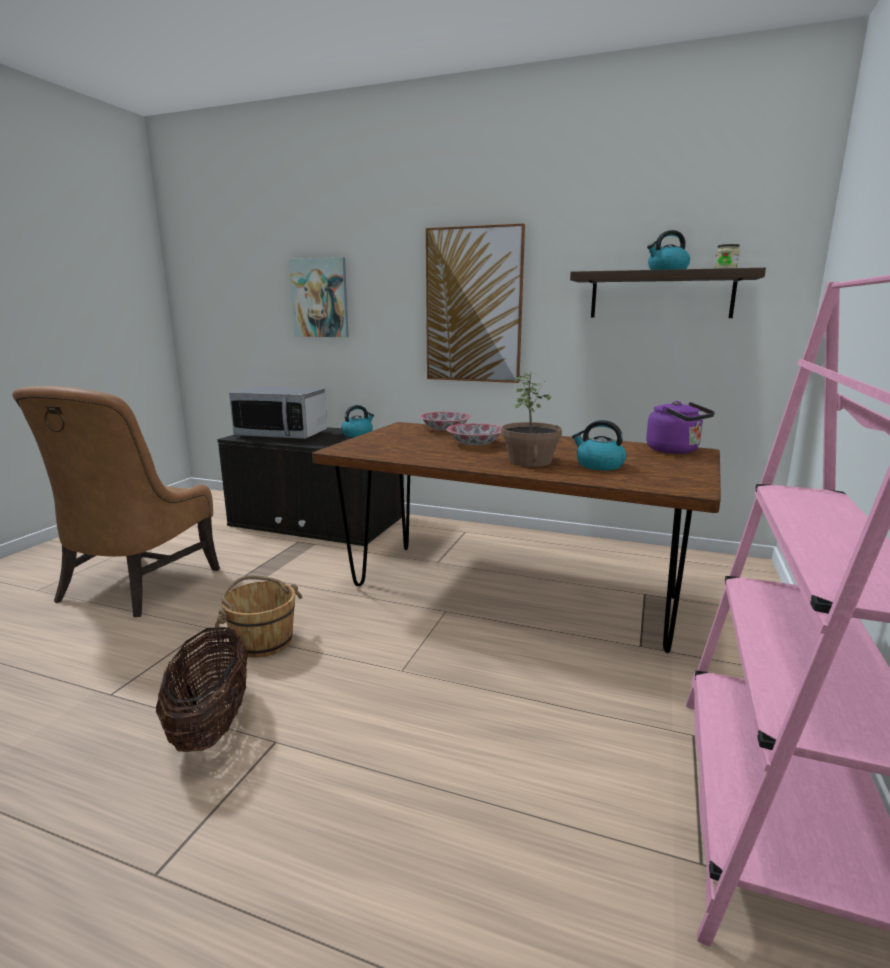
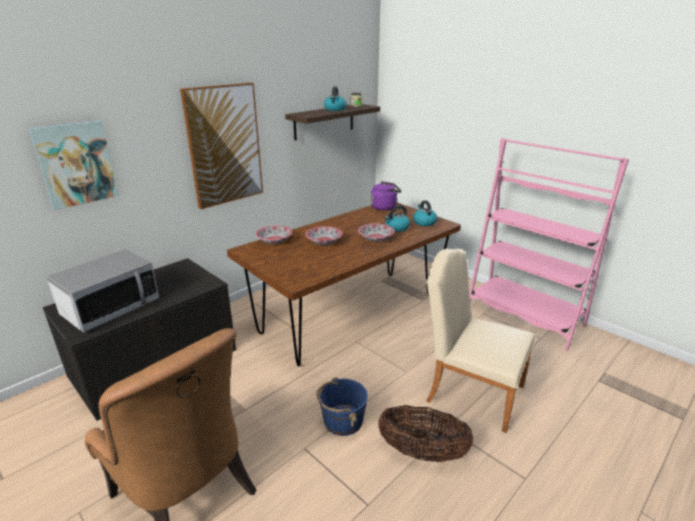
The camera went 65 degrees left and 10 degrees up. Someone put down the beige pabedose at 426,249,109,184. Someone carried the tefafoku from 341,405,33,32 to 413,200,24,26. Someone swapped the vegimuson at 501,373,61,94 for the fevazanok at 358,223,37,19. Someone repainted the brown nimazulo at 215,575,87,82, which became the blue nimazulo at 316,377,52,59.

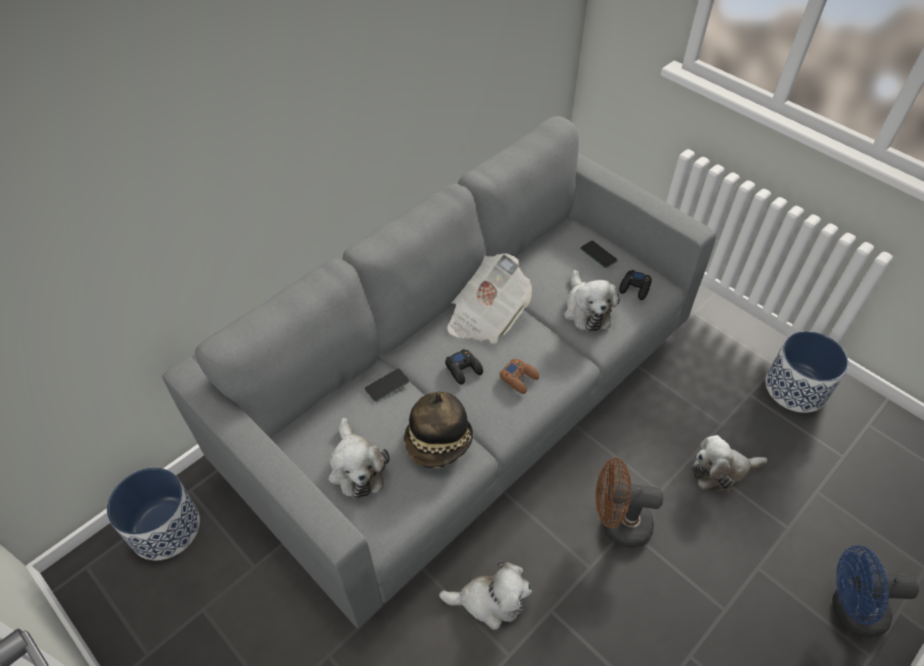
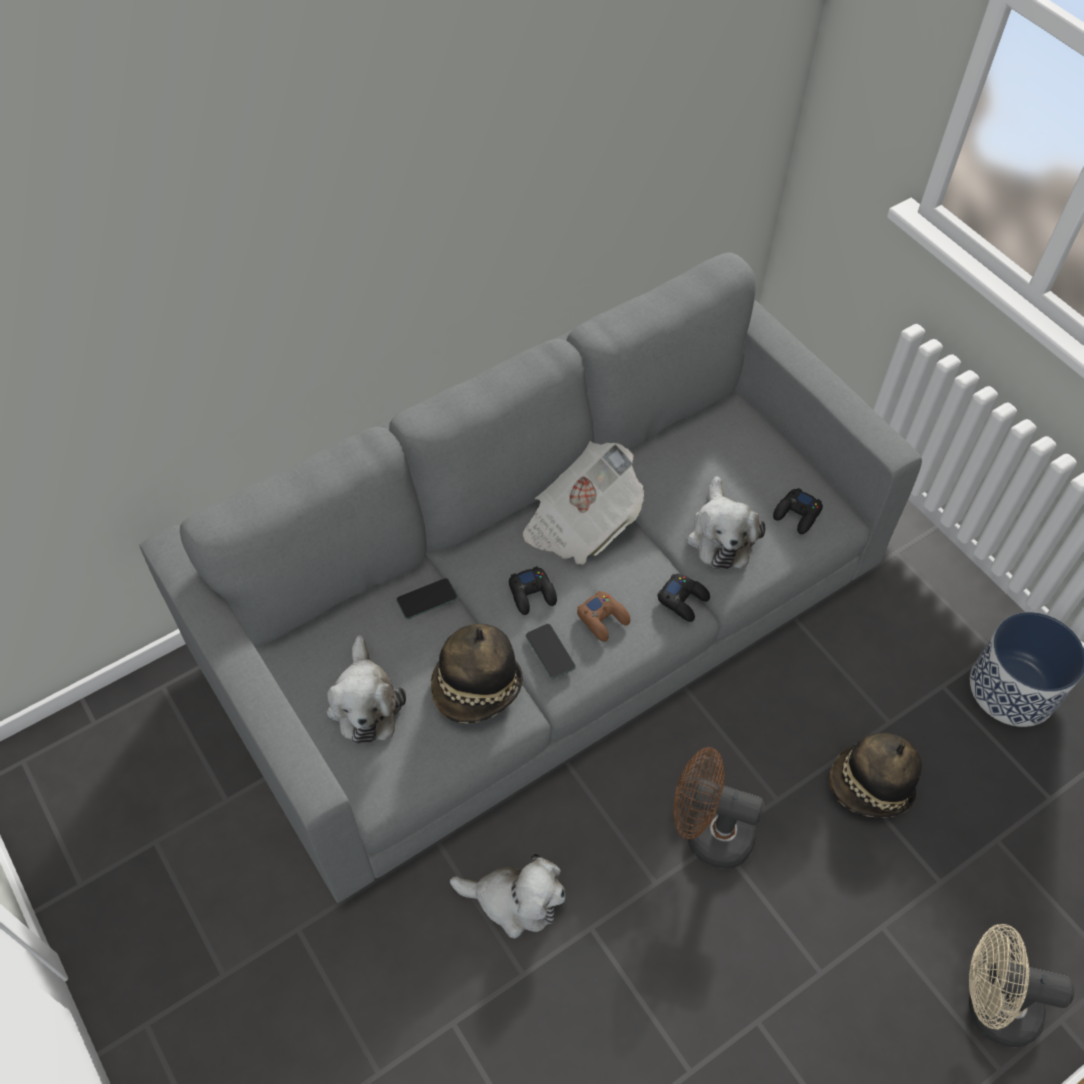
The camera went 10 degrees right and 5 degrees up. Someone took away the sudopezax at 107,468,93,93. Someone put down the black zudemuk at 657,574,53,48. Someone carried the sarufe from 580,241,38,27 to 526,624,50,55. Someone swapped the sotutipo at 691,435,76,58 for the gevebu at 830,733,92,85. Someone repainted the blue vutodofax at 832,545,87,93, which became the beige vutodofax at 969,924,105,123.

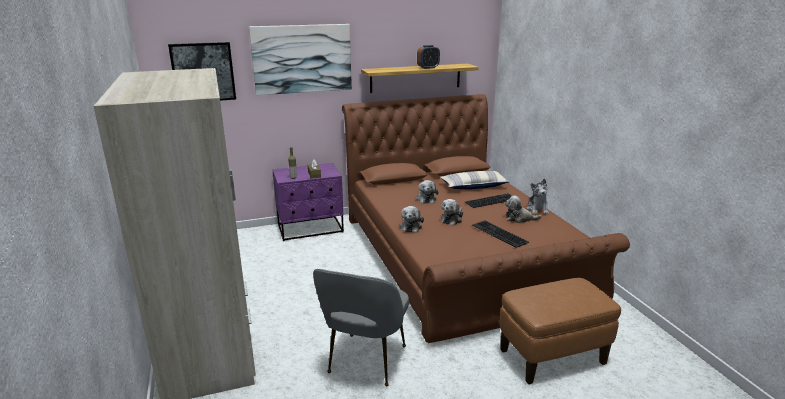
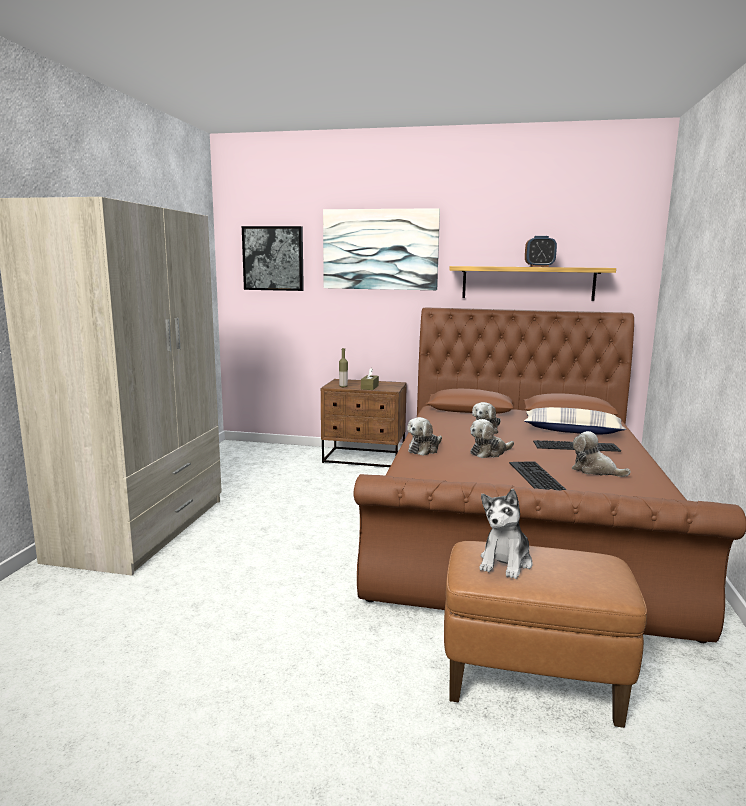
The camera went 30 degrees right and 10 degrees down. Someone took away the grey pabedose at 313,269,96,117. Someone carried the sotutipo from 526,179,23,35 to 479,489,54,90. Someone repainted the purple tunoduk at 273,163,71,78, which became the brown tunoduk at 321,379,86,88.

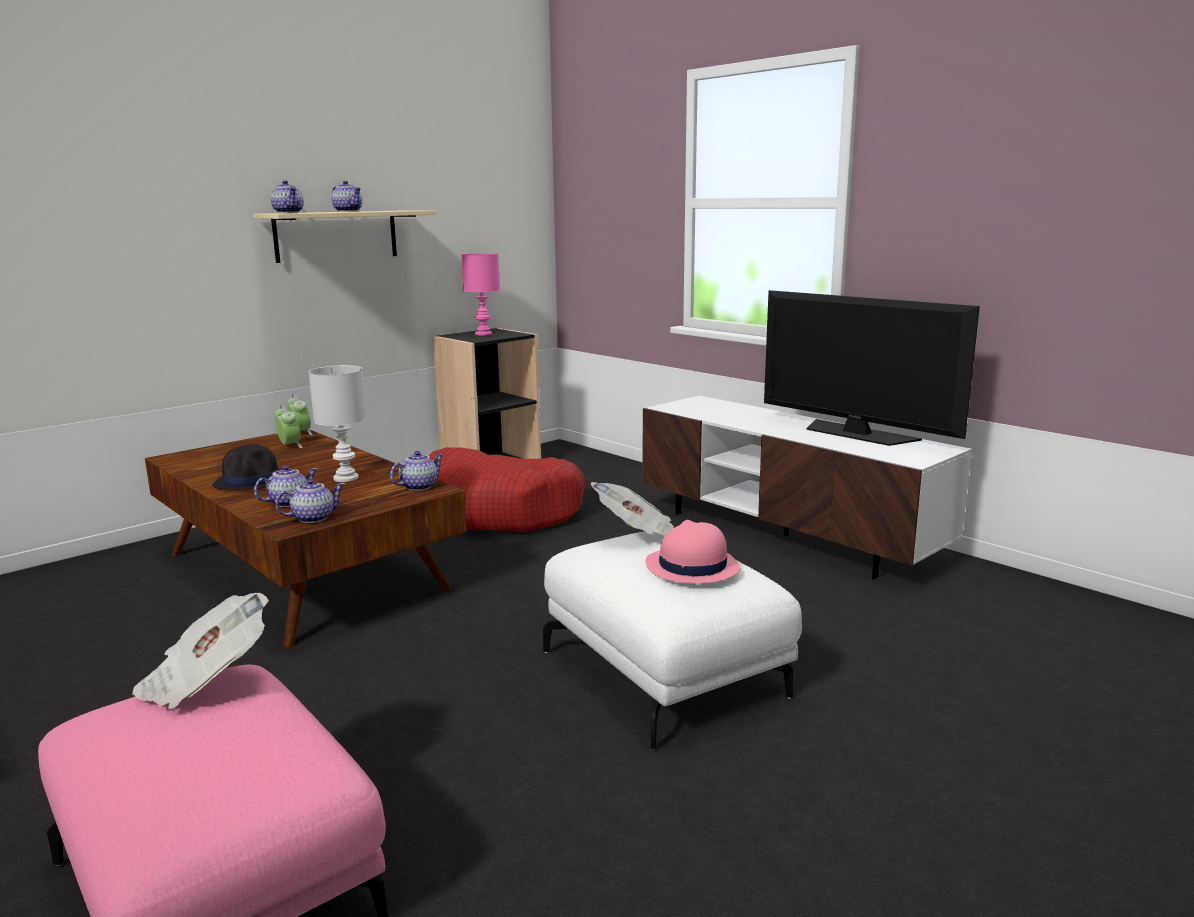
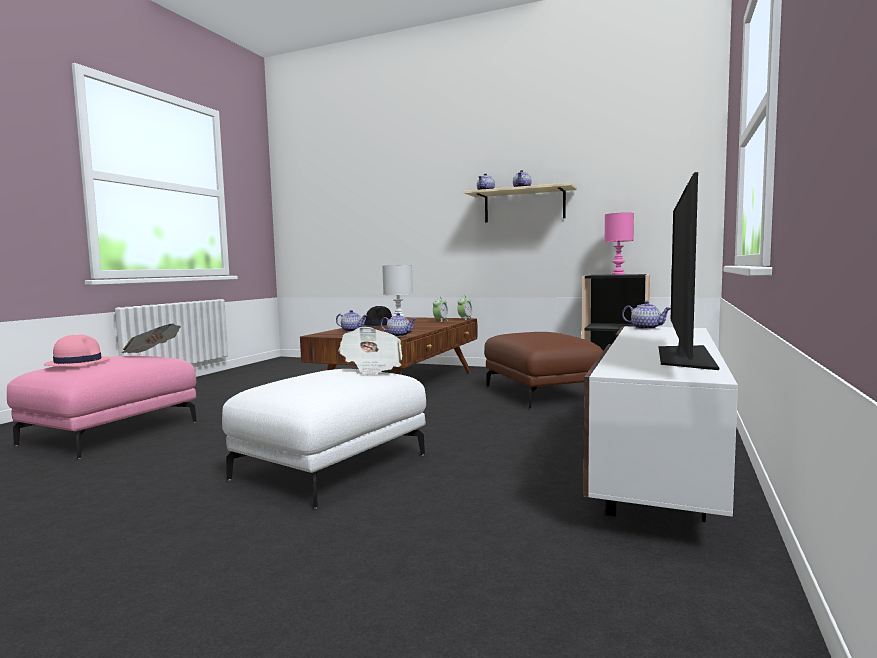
The camera went 65 degrees right and 10 degrees down. Someone carried the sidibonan from 275,479,70,44 to 622,301,49,28. Someone carried the pink gevebu from 645,520,96,64 to 44,335,67,32. Someone swapped the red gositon at 427,447,158,85 for the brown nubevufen at 484,332,119,77.

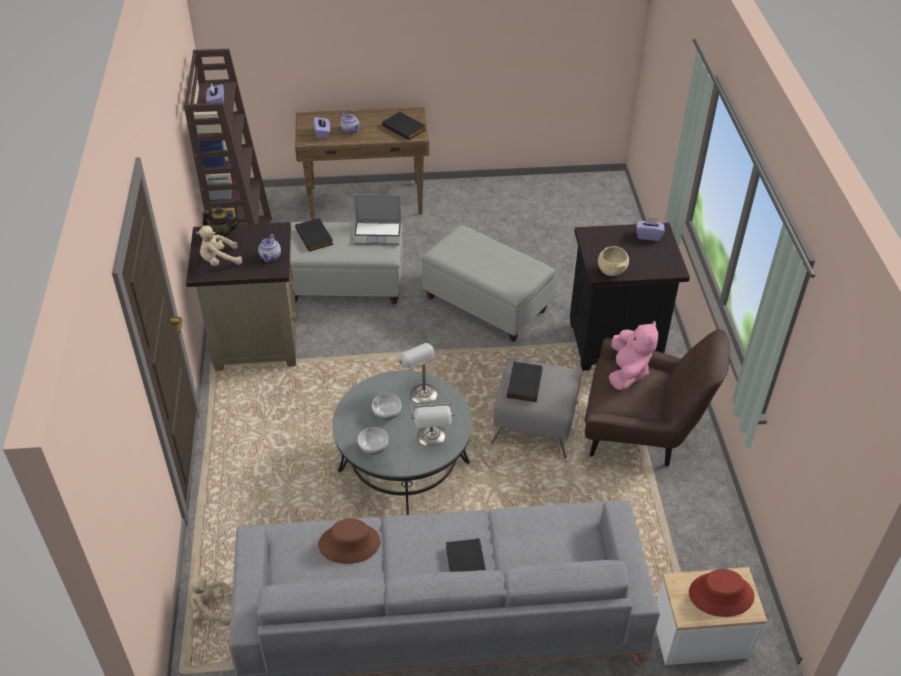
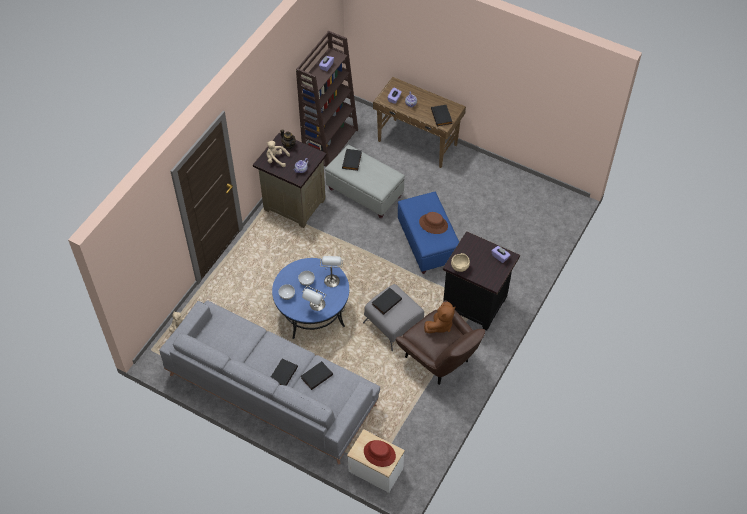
The camera went 35 degrees right and 10 degrees up. Someone took away the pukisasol at 353,194,48,51. Someone put down the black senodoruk at 301,361,32,29. Someone carried the brown gevebu from 318,518,62,46 to 419,212,29,22. Someone repainted the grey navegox at 332,370,140,145, which became the blue navegox at 272,258,77,81. Someone repainted the grey nubevufen at 421,225,134,117, which became the blue nubevufen at 398,192,61,82. Someone repainted the pink sotutipo at 609,320,49,70, which became the brown sotutipo at 424,302,32,31.

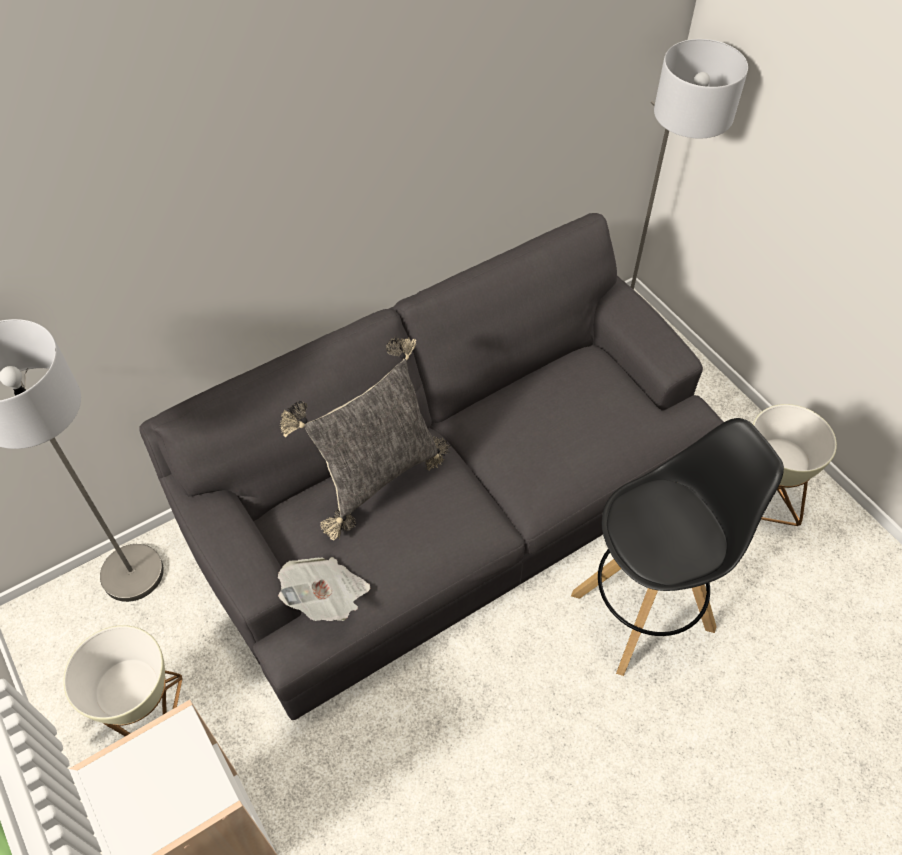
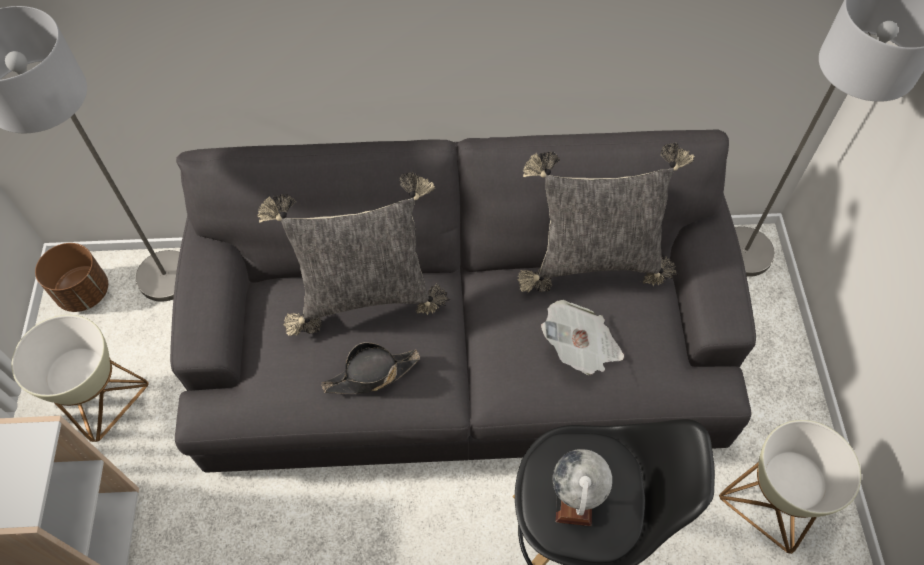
The camera went 30 degrees right and 5 degrees up. Someone put down the brown sudopezax at 35,243,73,69. Someone put down the black gevebu at 321,342,99,52. Someone put down the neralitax at 517,143,177,150. Someone put down the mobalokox at 553,449,59,77. Someone carried the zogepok from 278,557,92,64 to 541,300,83,75.

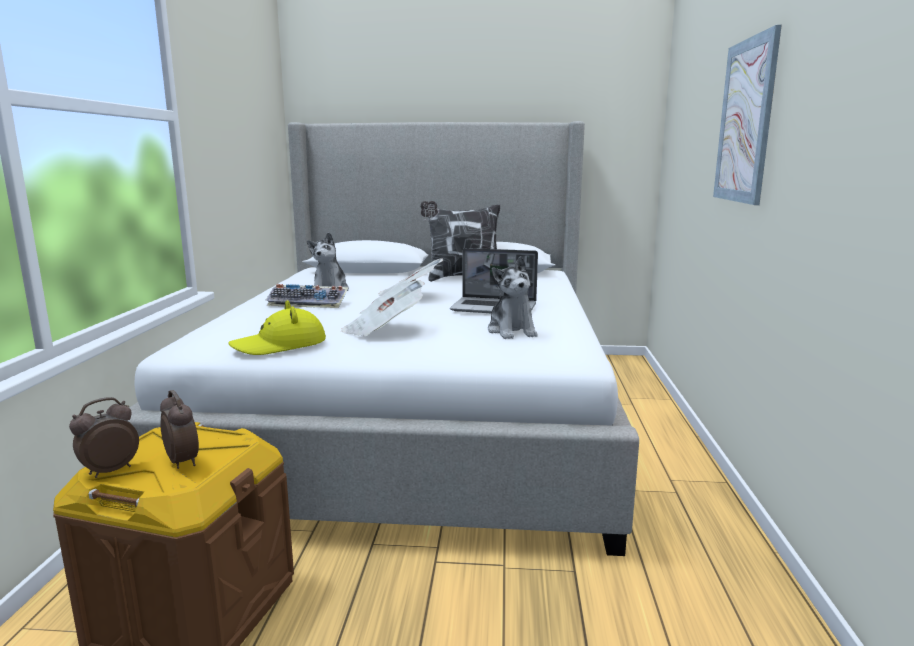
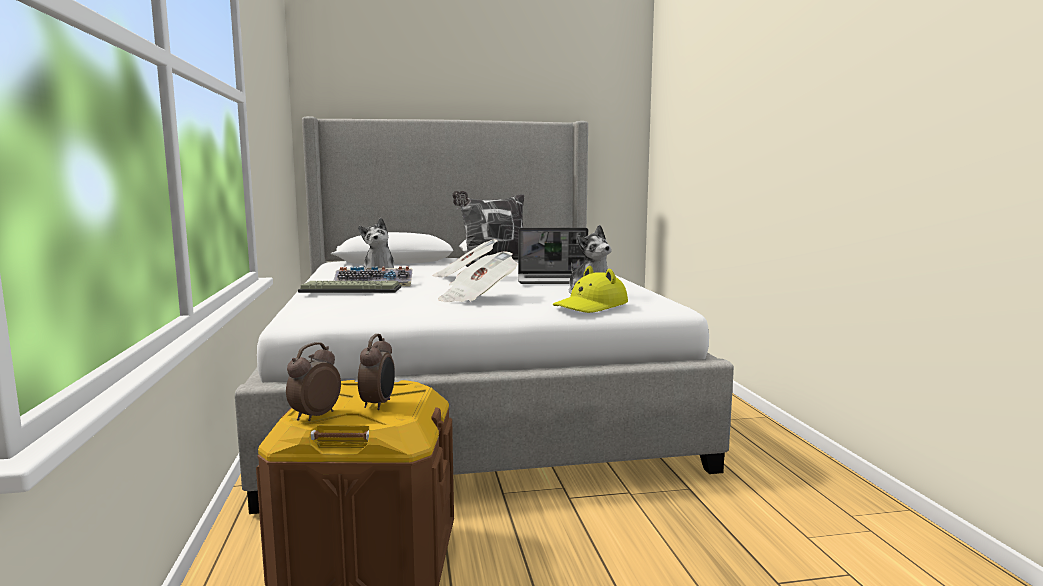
The camera went 15 degrees left and 5 degrees down. Someone took away the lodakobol at 713,25,69,180. Someone put down the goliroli at 298,281,104,12. Someone carried the yellow gevebu from 228,300,98,55 to 553,266,75,47. Someone rotated the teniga at 160,390,39,79 by 60 degrees clockwise.

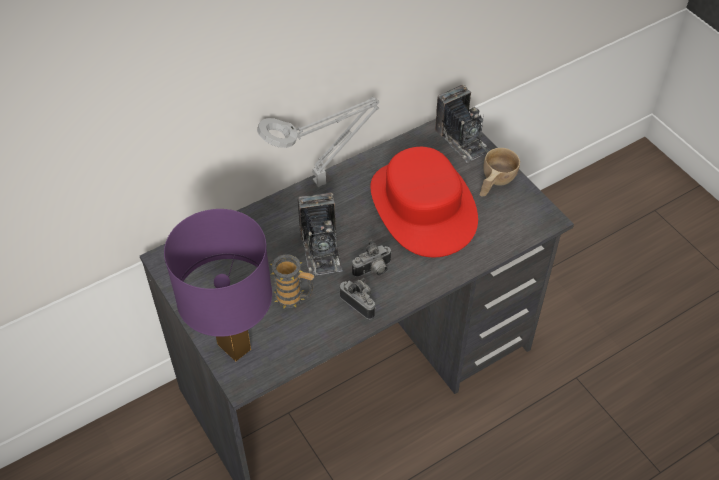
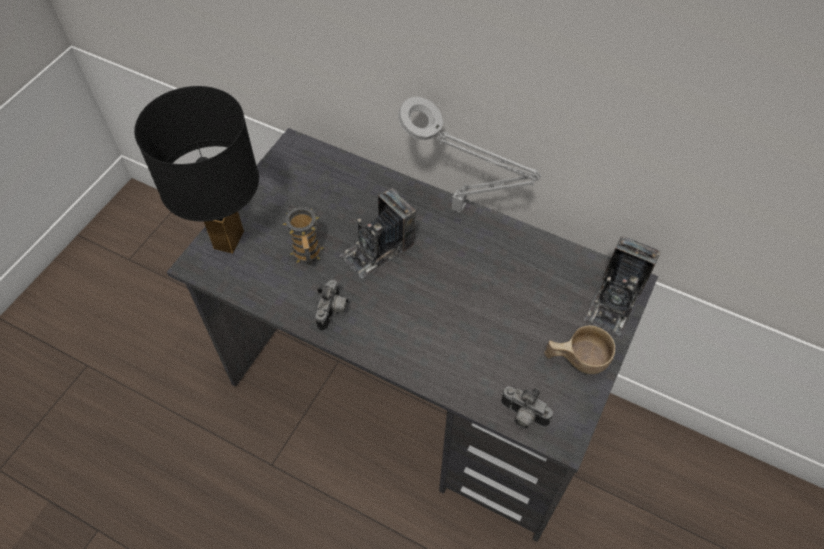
The camera went 60 degrees right and 5 degrees up. Someone took away the red gevebu at 370,147,108,110. Someone carried the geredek from 352,240,40,37 to 501,386,52,43. Someone repainted the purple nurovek at 164,209,108,153, which became the black nurovek at 134,86,125,167.

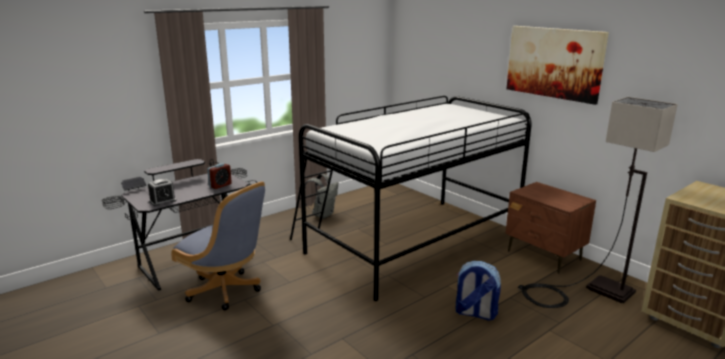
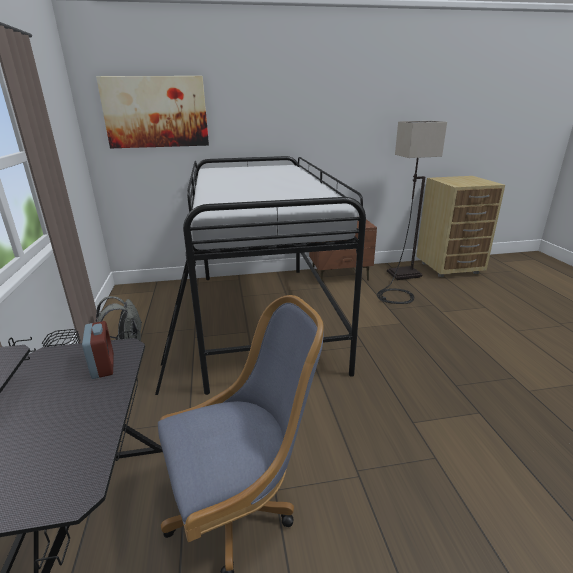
The camera went 60 degrees left and 5 degrees up. Someone took away the teniga at 148,179,28,27. Someone took away the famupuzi at 456,261,45,60. Someone carried the lodakobol from 506,26,103,79 to 96,76,113,72.

